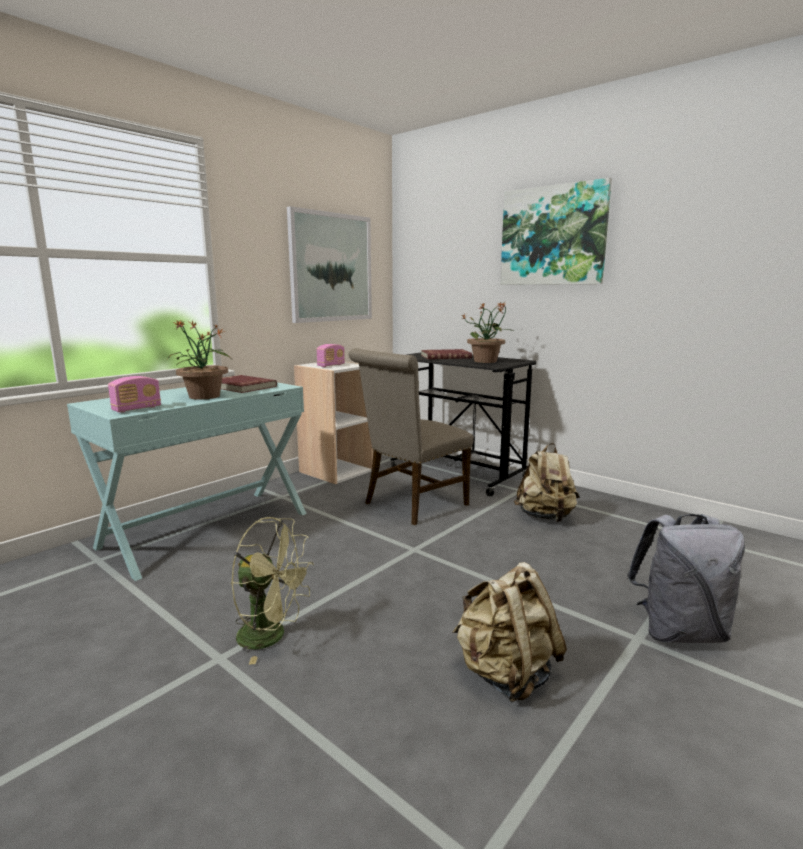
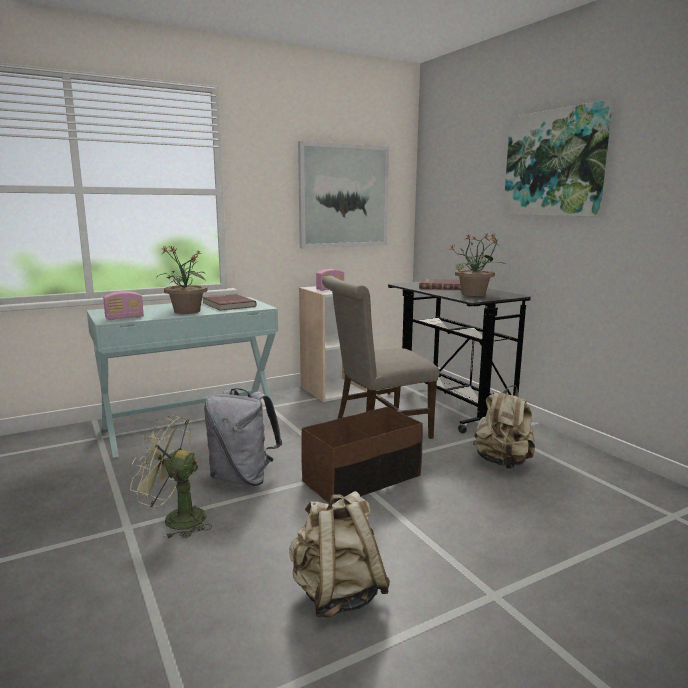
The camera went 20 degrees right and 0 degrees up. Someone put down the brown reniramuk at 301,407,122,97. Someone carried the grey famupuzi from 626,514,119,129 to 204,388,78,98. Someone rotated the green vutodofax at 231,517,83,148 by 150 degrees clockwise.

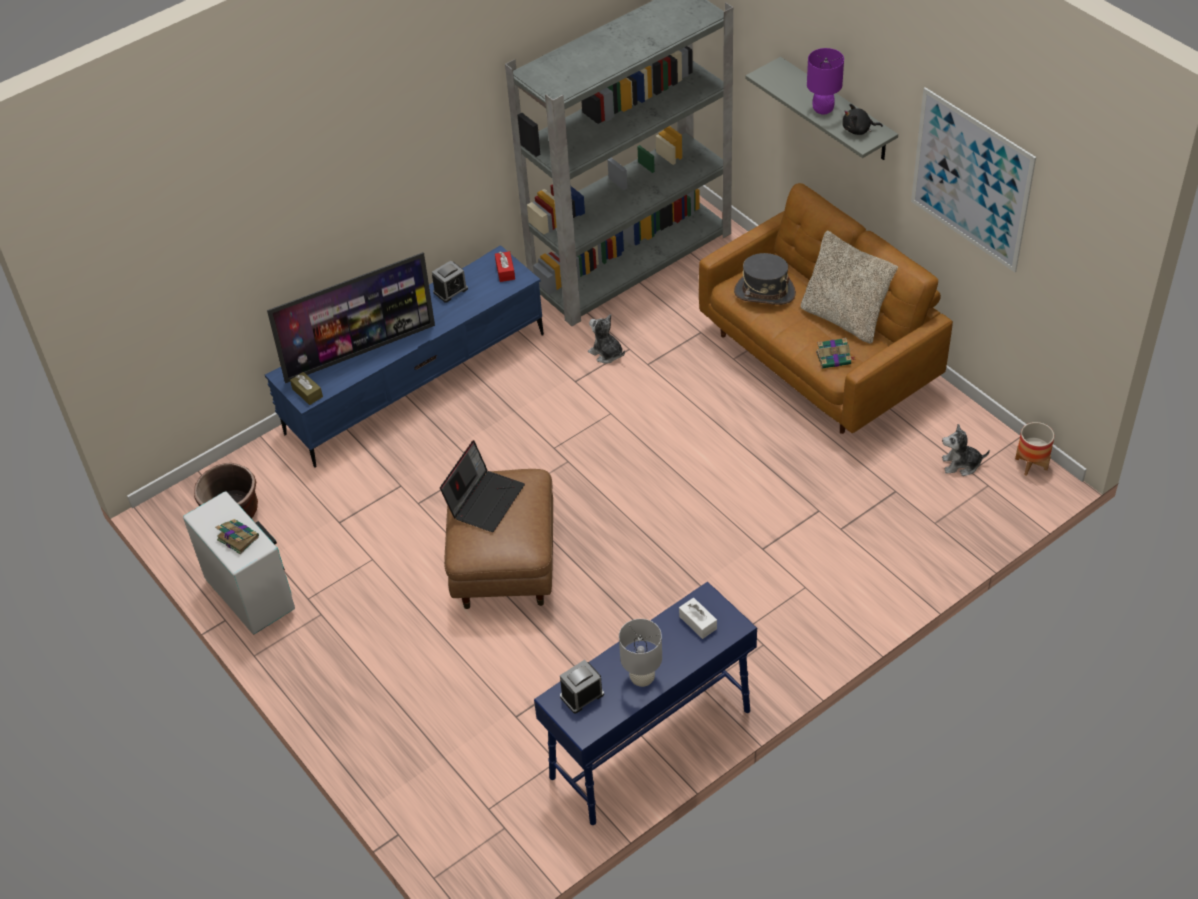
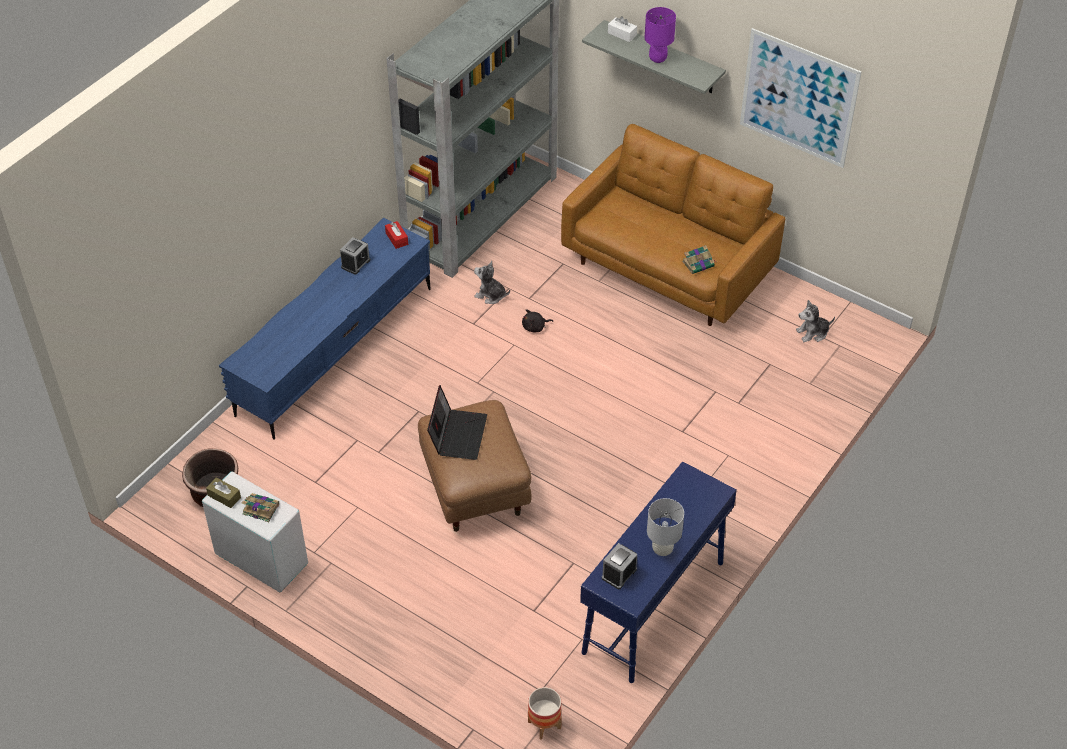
The camera went 20 degrees left and 0 degrees up. Someone took away the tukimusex at 267,252,168,131. Someone took away the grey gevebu at 734,253,62,52. Someone took away the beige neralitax at 800,231,98,113. Someone carried the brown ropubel from 290,372,33,33 to 206,477,35,31. Someone carried the white ropubel from 679,598,38,41 to 608,16,29,26. Someone carried the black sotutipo from 842,104,41,31 to 522,309,31,24. Someone carried the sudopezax from 1015,422,39,54 to 528,687,34,53.

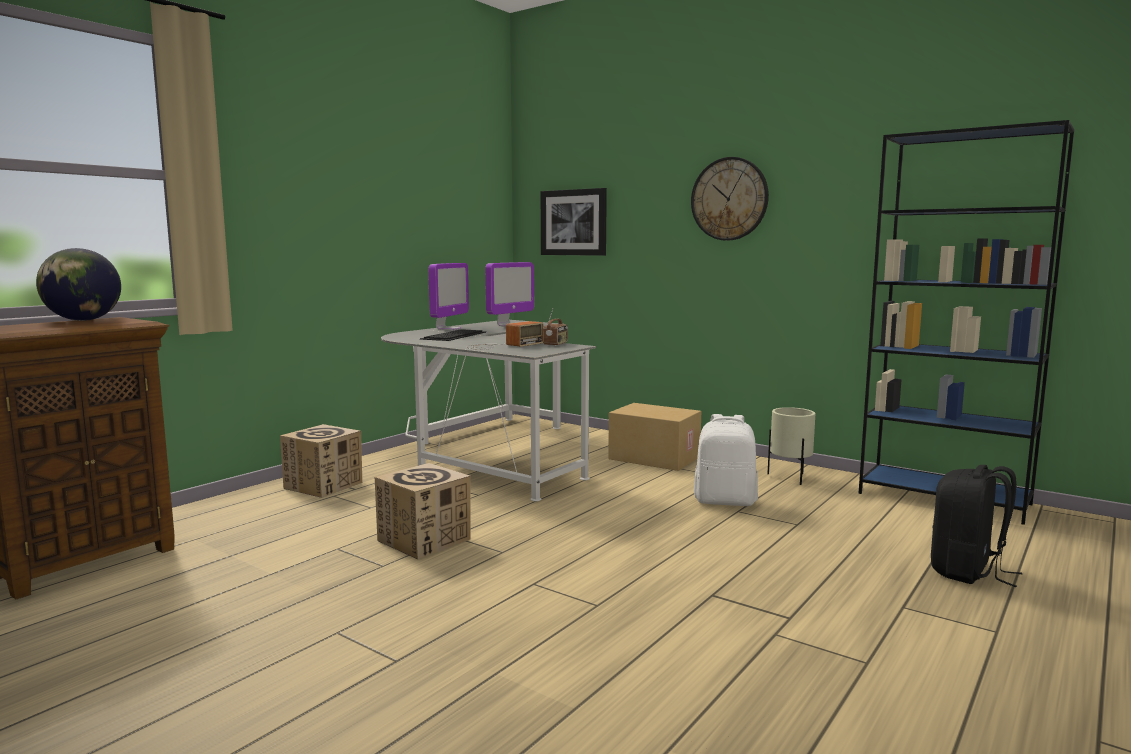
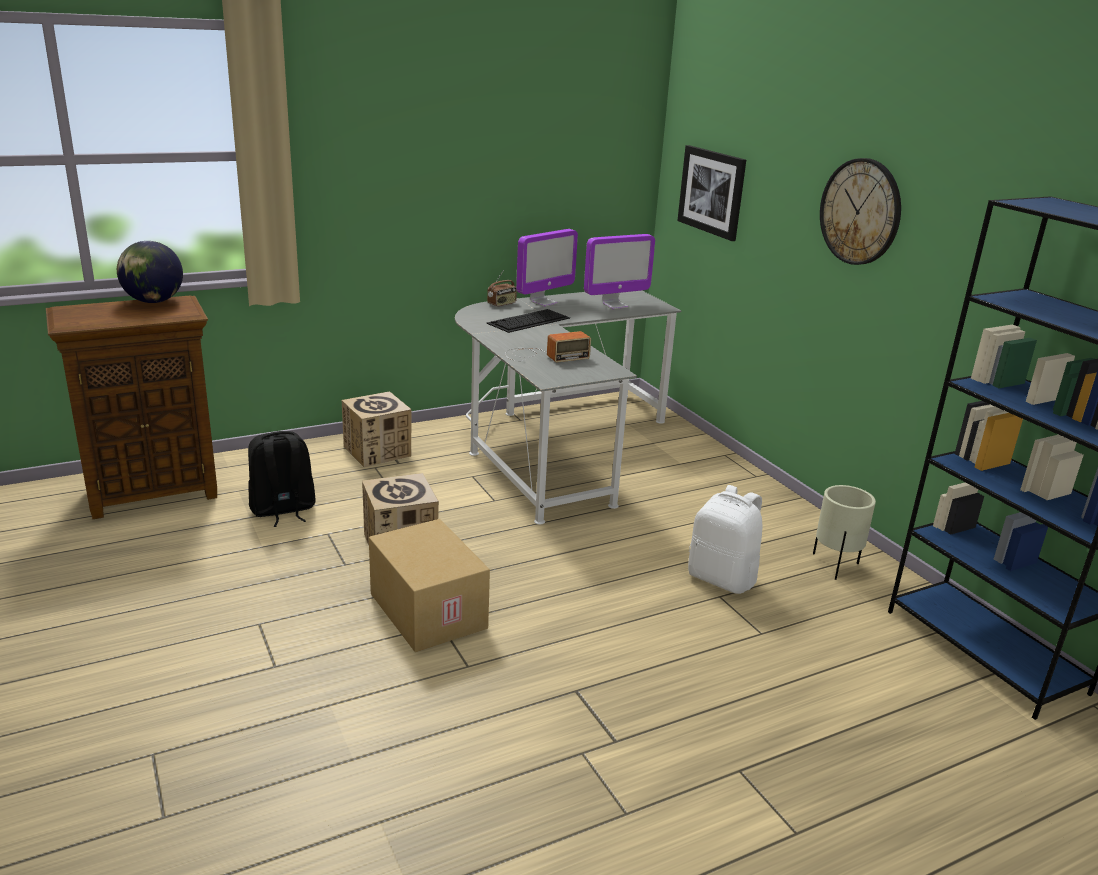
The camera went 25 degrees right and 15 degrees up. Someone carried the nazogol from 543,309,25,37 to 487,270,30,36. Someone carried the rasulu from 608,403,93,68 to 369,519,121,133. Someone carried the black famupuzi from 931,465,92,122 to 248,431,68,96.

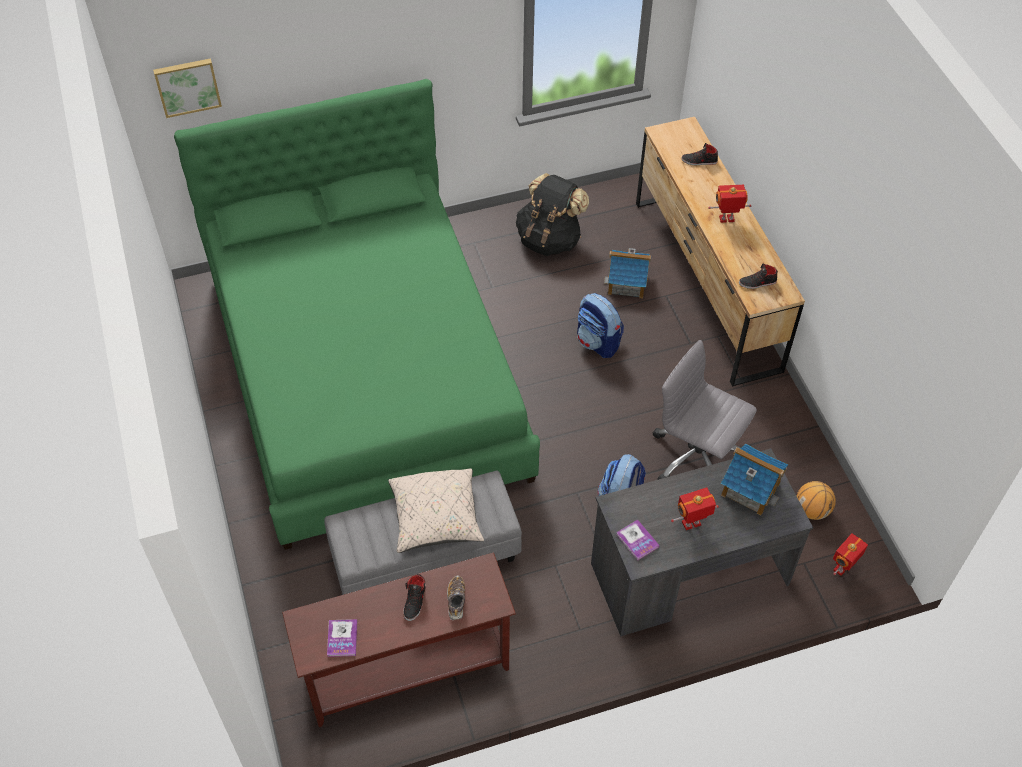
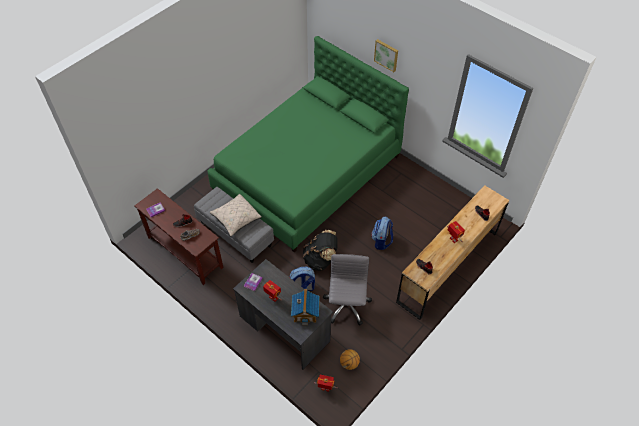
The camera went 60 degrees right and 0 degrees up. Someone took away the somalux at 604,248,47,51. Someone carried the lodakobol from 153,58,69,60 to 374,39,24,33. Someone carried the black famupuzi from 516,173,73,83 to 303,230,35,41.

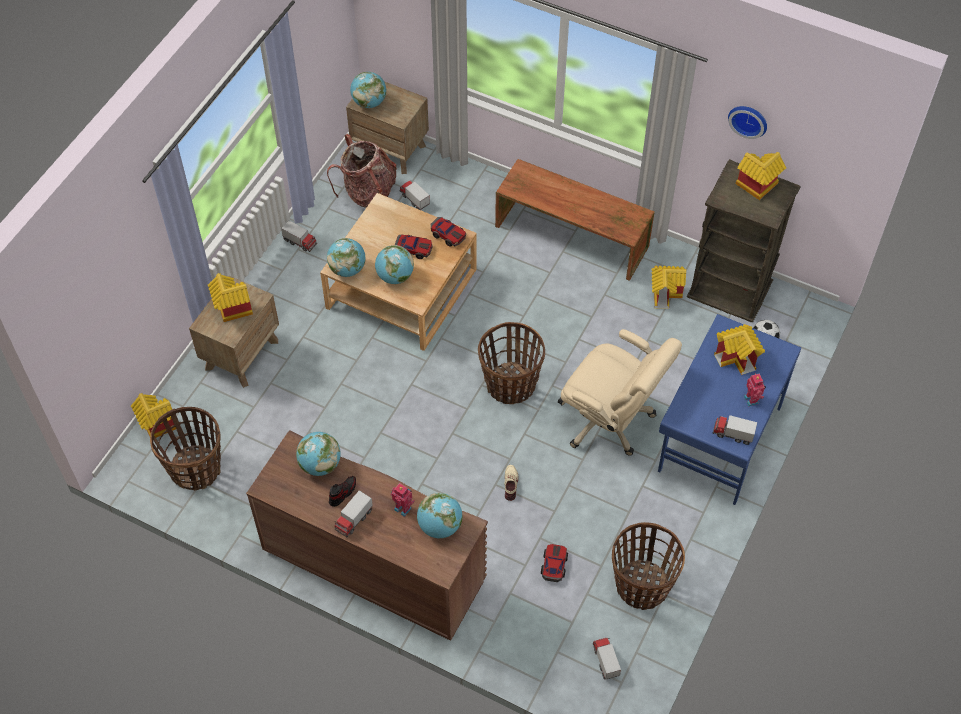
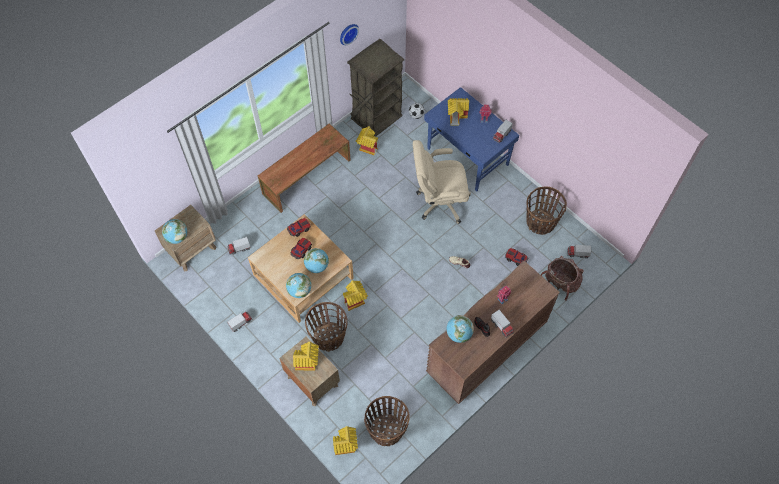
The camera went 70 degrees left and 5 degrees up. Someone took away the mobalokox at 417,493,46,45. Someone carried the famupuzi from 327,134,70,74 to 541,256,43,45. Someone carried the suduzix from 478,322,67,82 to 305,302,43,50. Someone carried the somalux from 736,152,50,48 to 343,280,25,31. Someone rotated the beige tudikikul at 558,329,124,127 by 150 degrees counterclockwise.

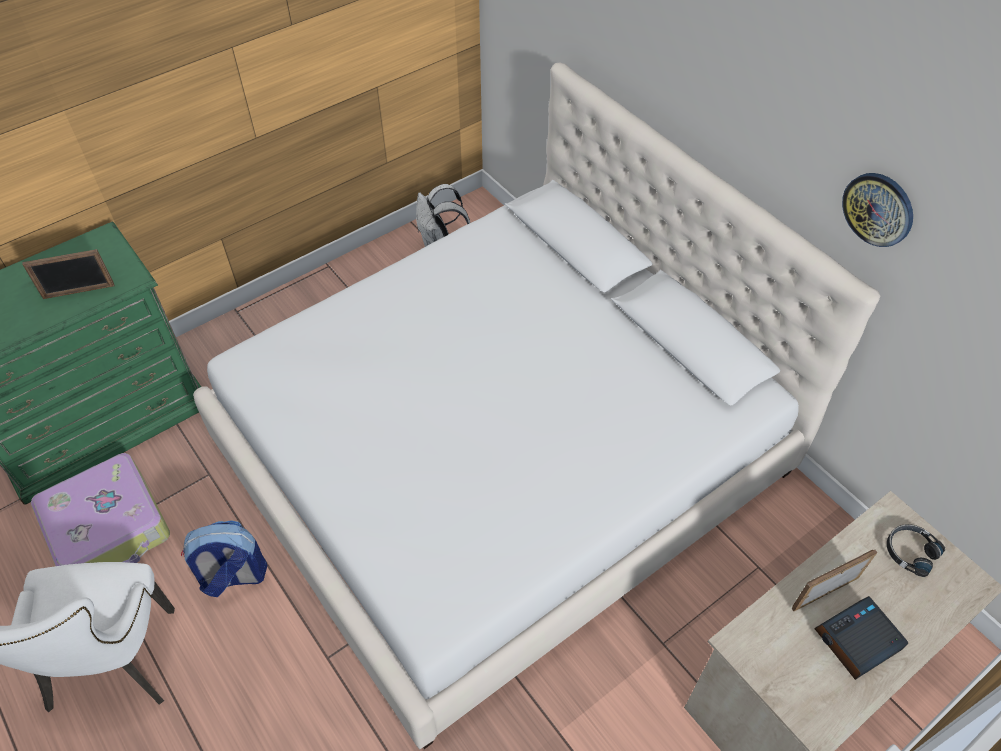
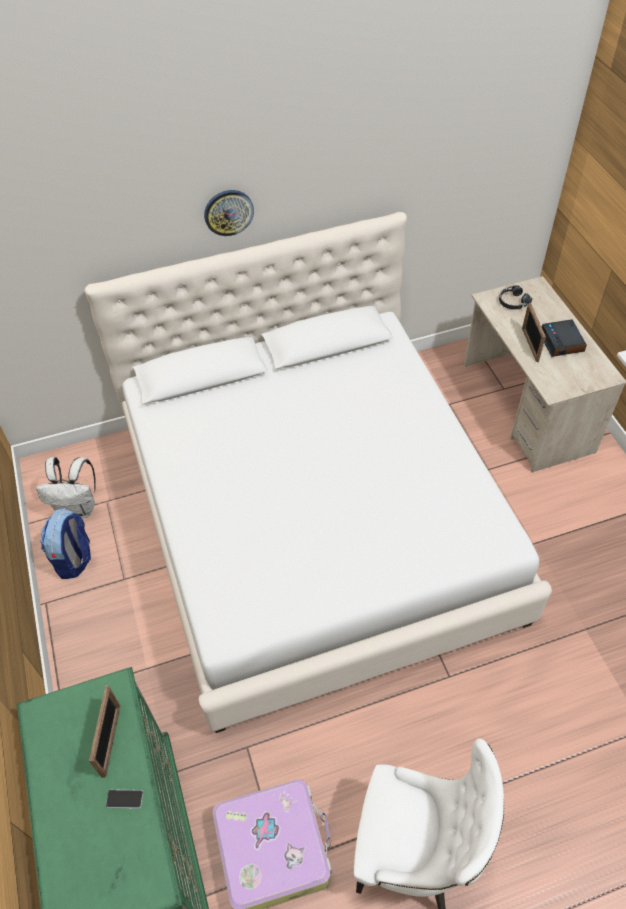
The camera went 70 degrees left and 0 degrees up. Someone put down the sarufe at 106,790,37,19. Someone carried the famupuzi from 181,520,87,77 to 40,508,51,71. Someone carried the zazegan from 842,173,71,74 to 204,190,50,46.

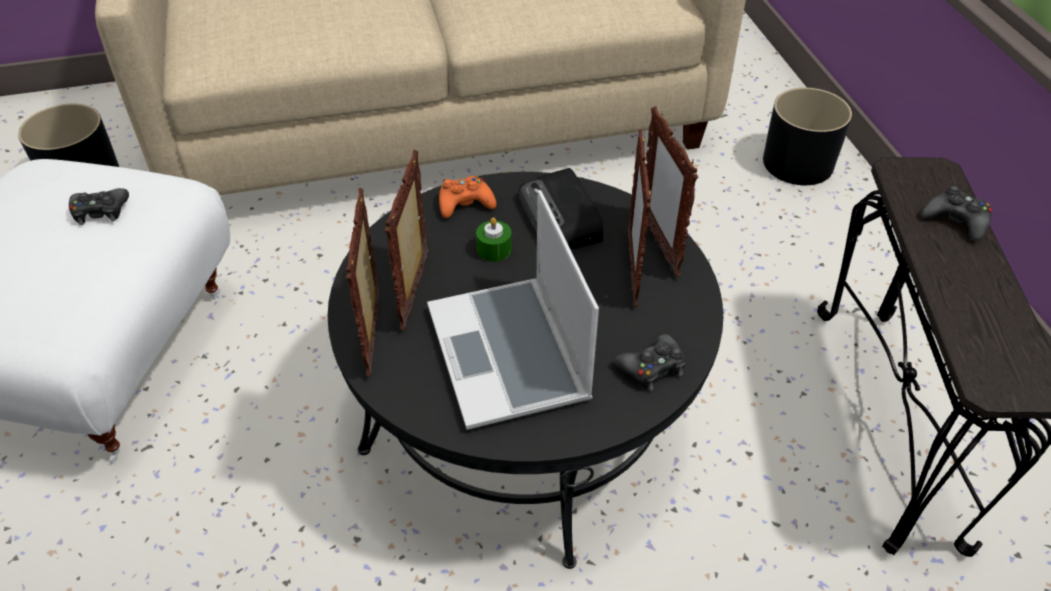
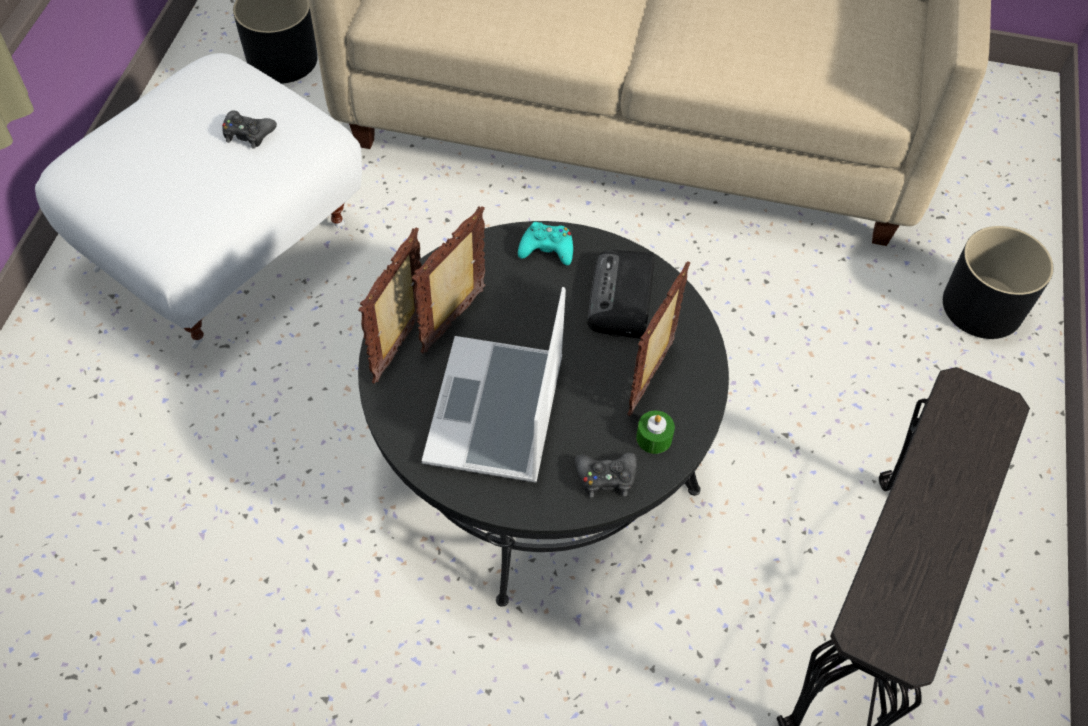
The camera went 25 degrees right and 10 degrees up. Someone took away the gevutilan at 646,106,52,171. Someone took away the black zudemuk at 922,186,70,55. Someone carried the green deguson from 476,217,36,44 to 636,410,39,44. Someone repainted the orange zudemuk at 439,176,57,42, which became the turquoise zudemuk at 518,222,55,43.

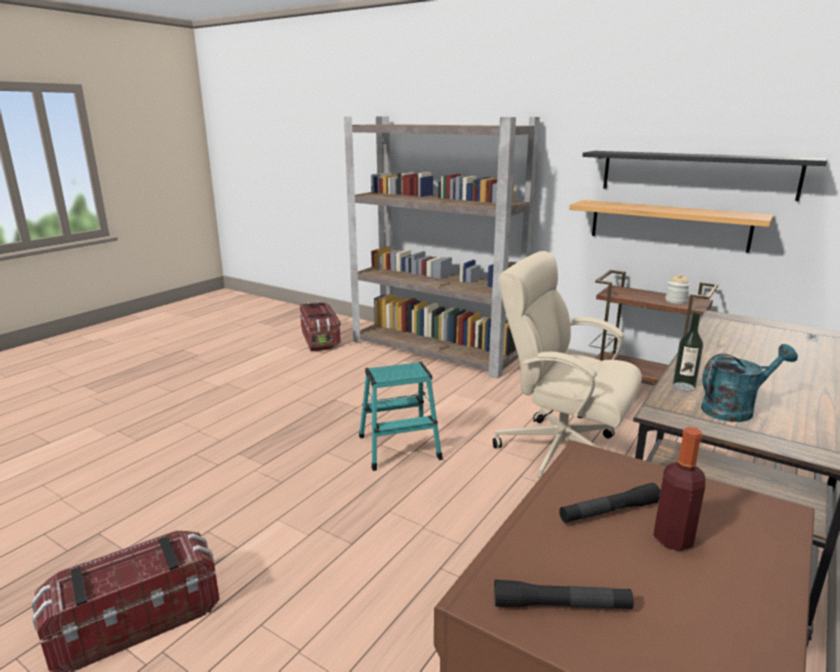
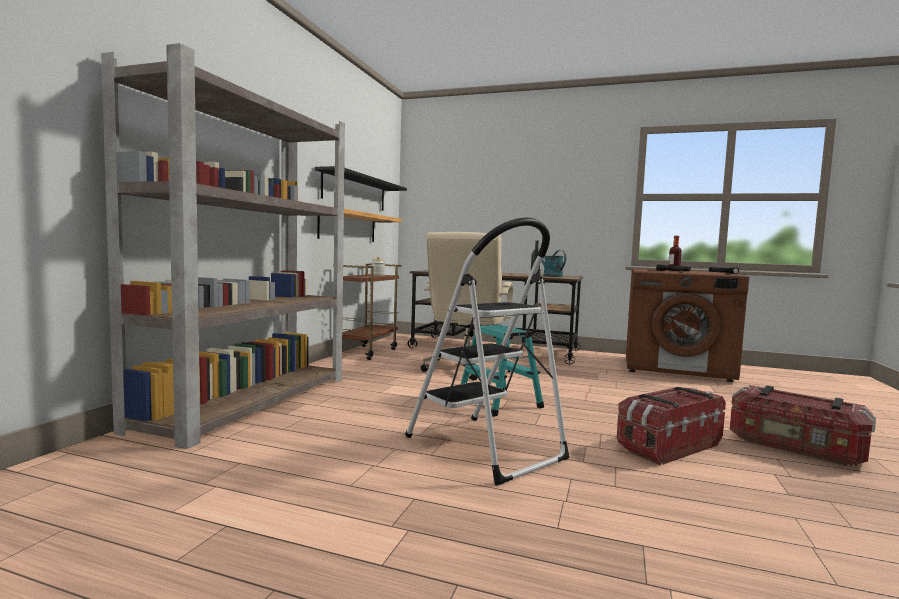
The camera went 105 degrees left and 15 degrees down. Someone put down the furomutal at 405,218,164,268. Someone carried the reniramuk from 300,302,41,49 to 617,387,109,79.

